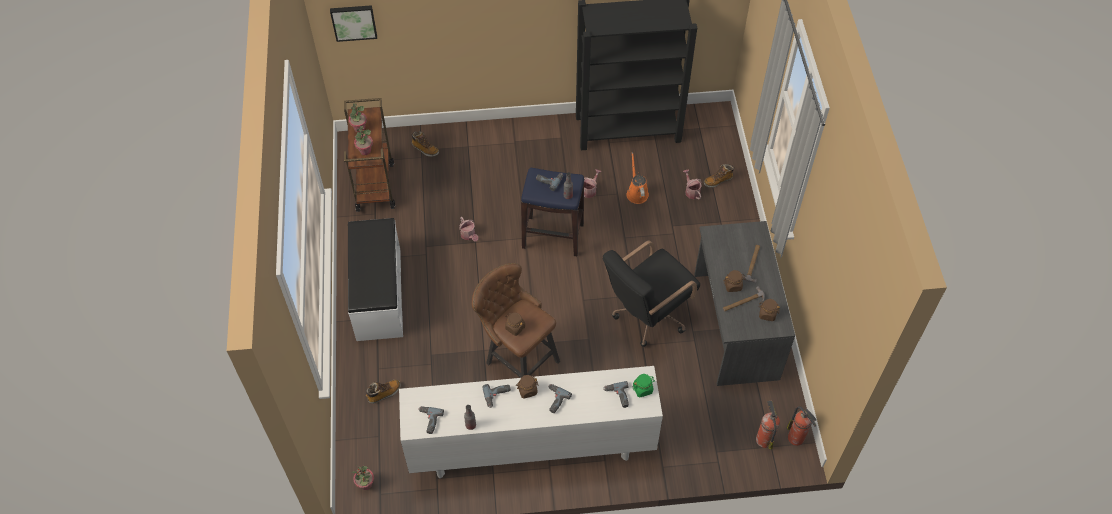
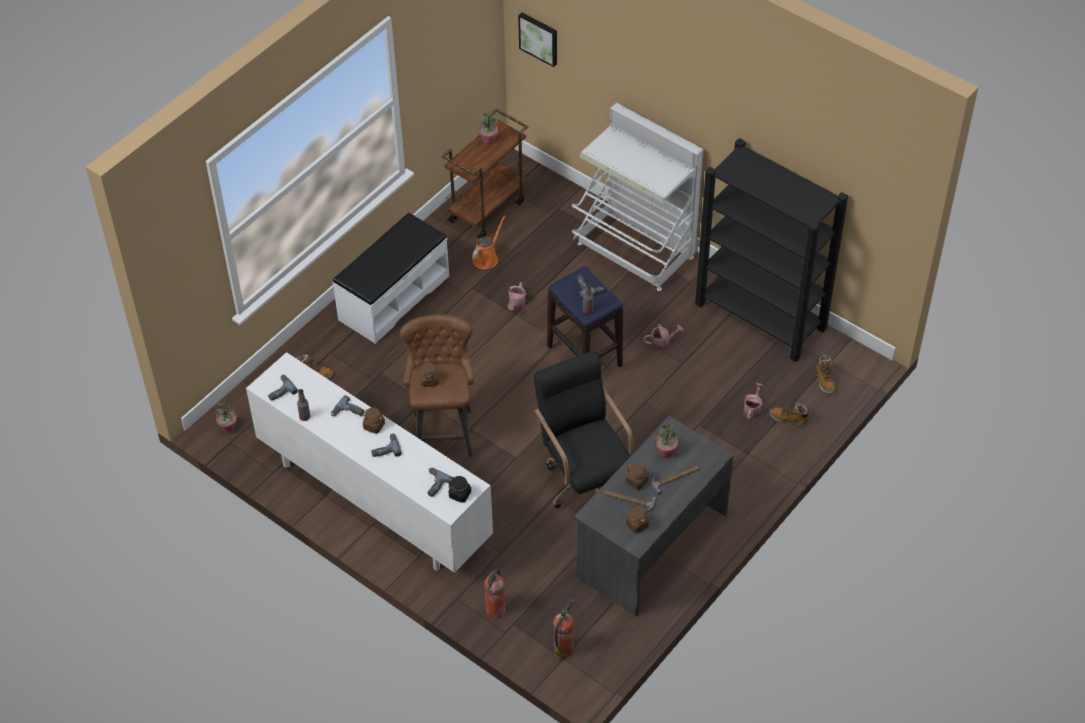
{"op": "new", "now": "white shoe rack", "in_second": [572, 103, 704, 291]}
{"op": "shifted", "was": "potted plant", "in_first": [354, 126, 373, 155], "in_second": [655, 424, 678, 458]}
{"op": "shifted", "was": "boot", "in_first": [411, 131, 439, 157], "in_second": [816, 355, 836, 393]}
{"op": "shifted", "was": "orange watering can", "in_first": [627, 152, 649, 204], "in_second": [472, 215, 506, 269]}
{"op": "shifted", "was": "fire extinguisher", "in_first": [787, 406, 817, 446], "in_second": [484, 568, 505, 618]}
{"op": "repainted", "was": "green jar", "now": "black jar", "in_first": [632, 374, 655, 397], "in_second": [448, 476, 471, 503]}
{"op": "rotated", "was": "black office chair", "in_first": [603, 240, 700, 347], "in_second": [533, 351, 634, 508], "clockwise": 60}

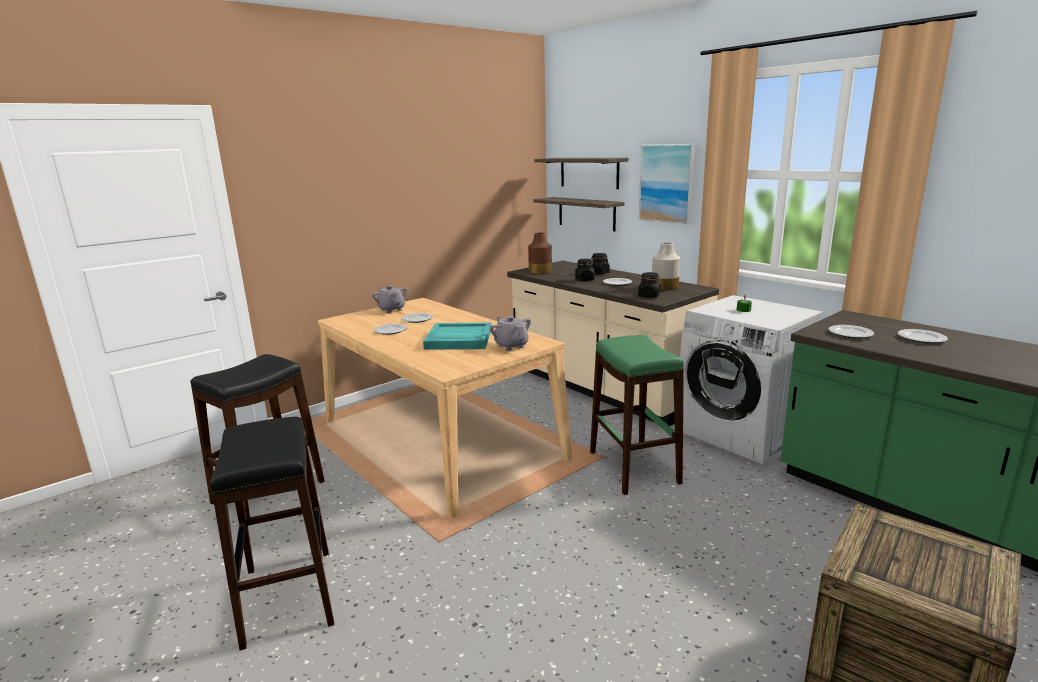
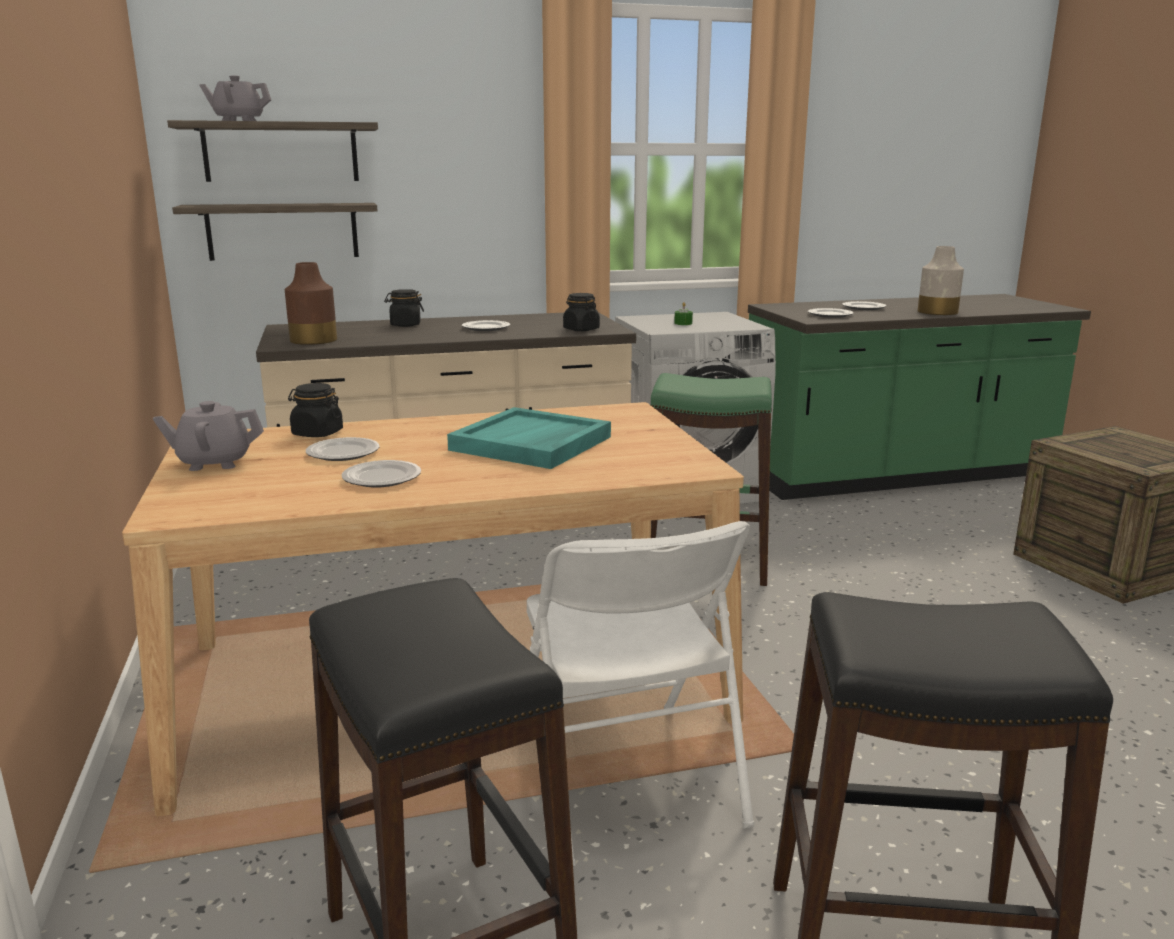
{"op": "gone", "was": "picture", "in_first": [639, 143, 695, 224]}
{"op": "new", "now": "white chair", "in_second": [527, 521, 755, 866]}
{"op": "shifted", "was": "grey teapot", "in_first": [489, 316, 531, 351], "in_second": [199, 75, 271, 121]}
{"op": "shifted", "was": "black jar", "in_first": [575, 259, 595, 281], "in_second": [288, 383, 343, 437]}
{"op": "shifted", "was": "beige vase", "in_first": [652, 242, 680, 290], "in_second": [917, 246, 964, 315]}

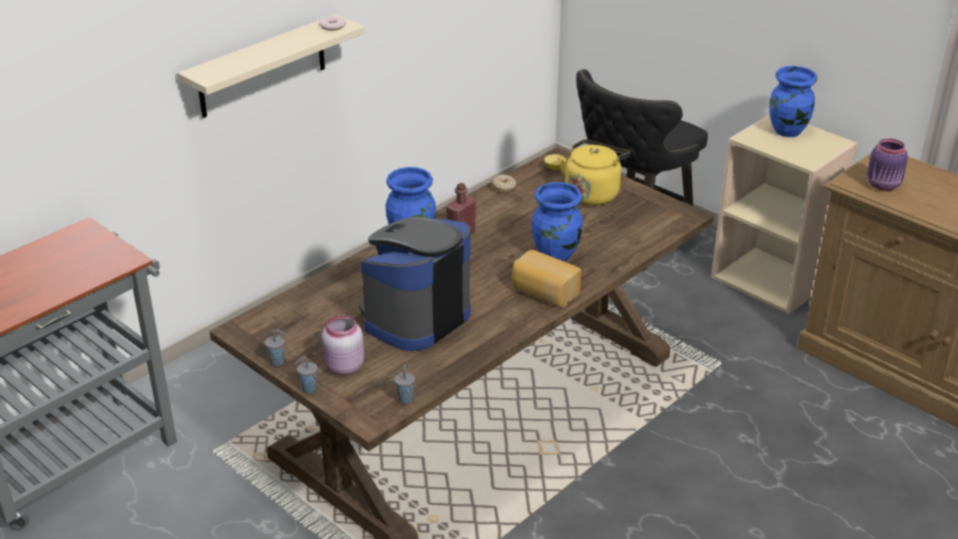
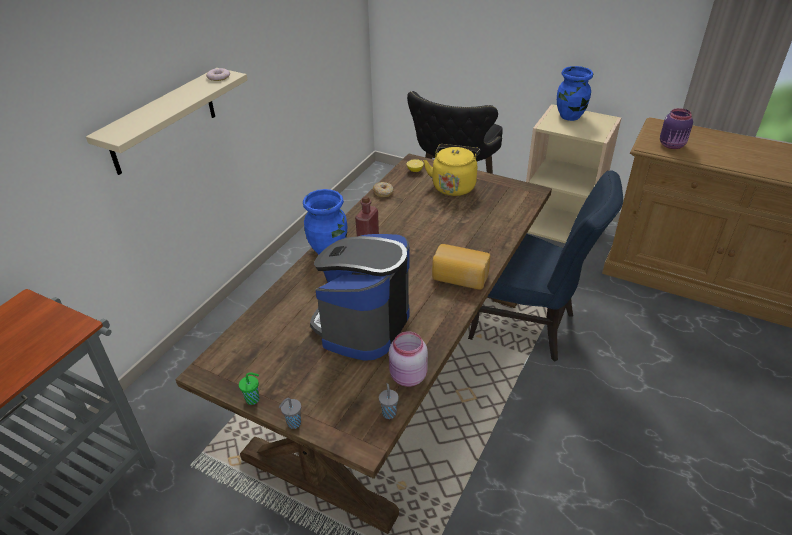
{"op": "gone", "was": "blue vase", "in_first": [532, 182, 583, 262]}
{"op": "new", "now": "blue chair", "in_second": [468, 171, 623, 362]}
{"op": "shifted", "was": "pink jar", "in_first": [322, 315, 364, 375], "in_second": [389, 332, 428, 387]}
{"op": "repainted", "was": "grey cup", "now": "green cup", "in_first": [265, 329, 286, 366], "in_second": [239, 372, 259, 405]}

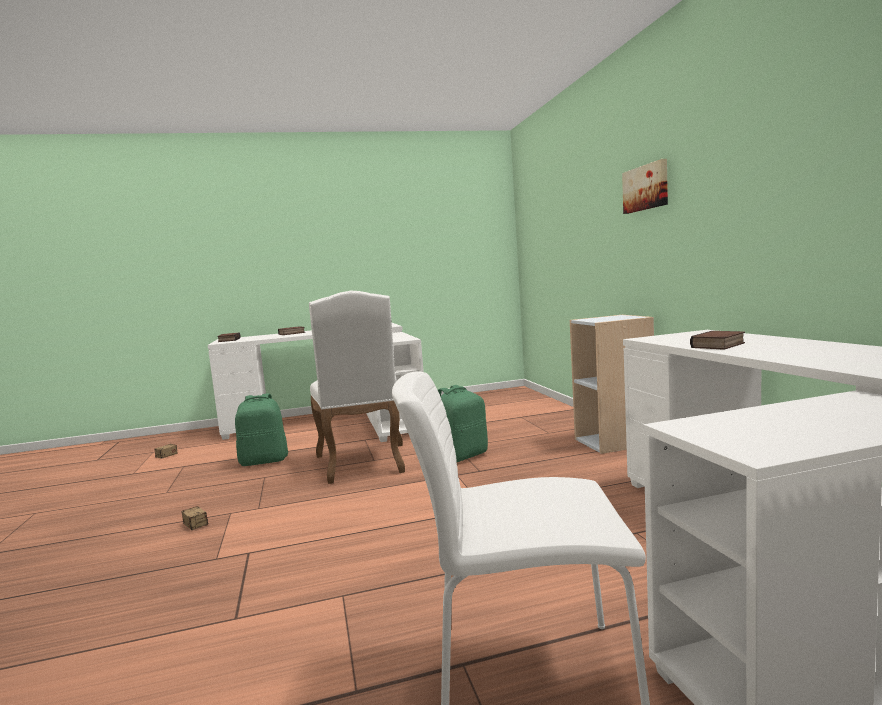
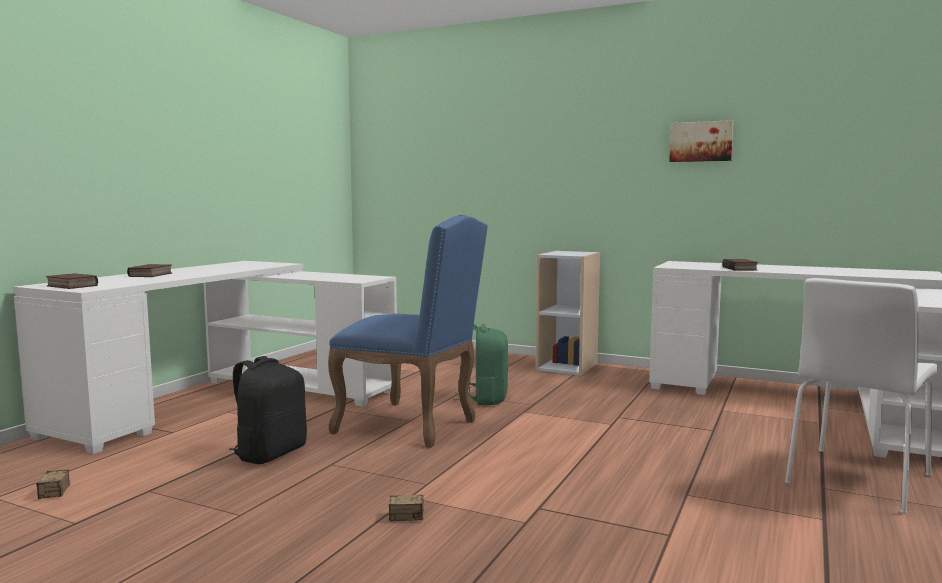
{"op": "shifted", "was": "picture", "in_first": [622, 159, 668, 214], "in_second": [669, 120, 733, 162]}
{"op": "repainted", "was": "green backpack", "now": "black backpack", "in_first": [235, 393, 288, 466], "in_second": [229, 356, 307, 464]}
{"op": "repainted", "was": "white chair", "now": "blue chair", "in_first": [309, 291, 405, 484], "in_second": [328, 215, 488, 448]}

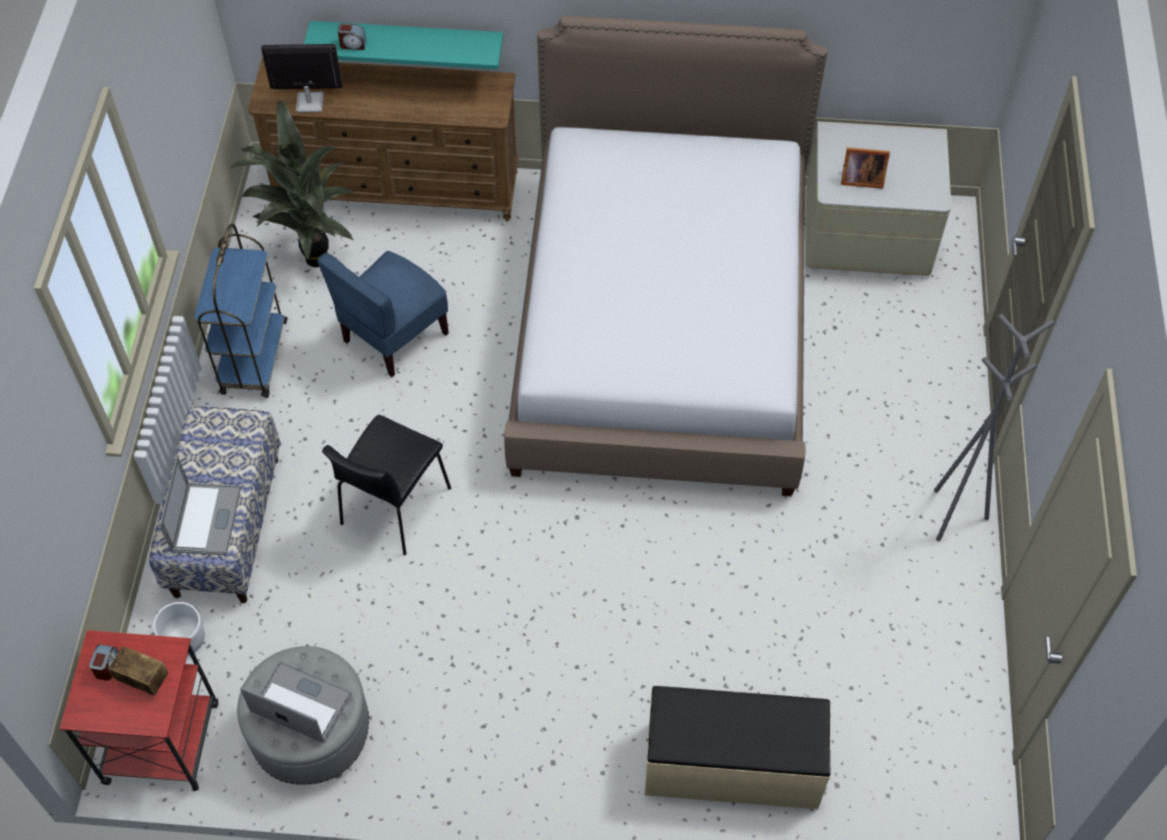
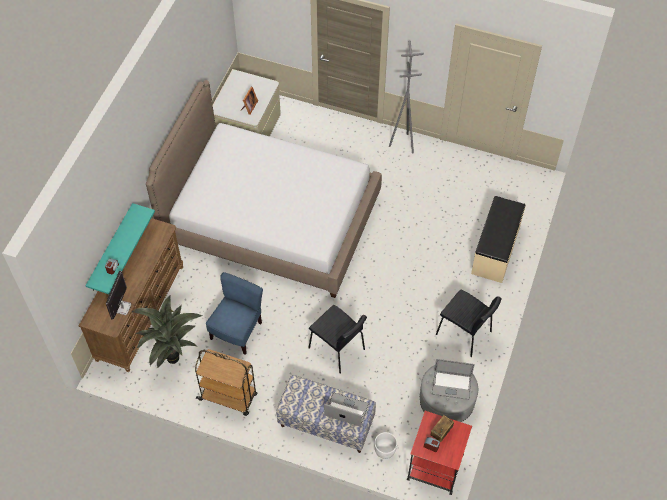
{"op": "new", "now": "black chair", "in_second": [436, 290, 502, 357]}
{"op": "repainted", "was": "blue cart", "now": "brown cart", "in_first": [194, 224, 287, 398], "in_second": [195, 349, 257, 416]}
{"op": "rotated", "was": "laptop", "in_first": [240, 662, 352, 743], "in_second": [432, 359, 475, 400], "clockwise": -120}
{"op": "rotated", "was": "blue chair", "in_first": [317, 251, 449, 377], "in_second": [206, 272, 263, 355], "clockwise": -120}

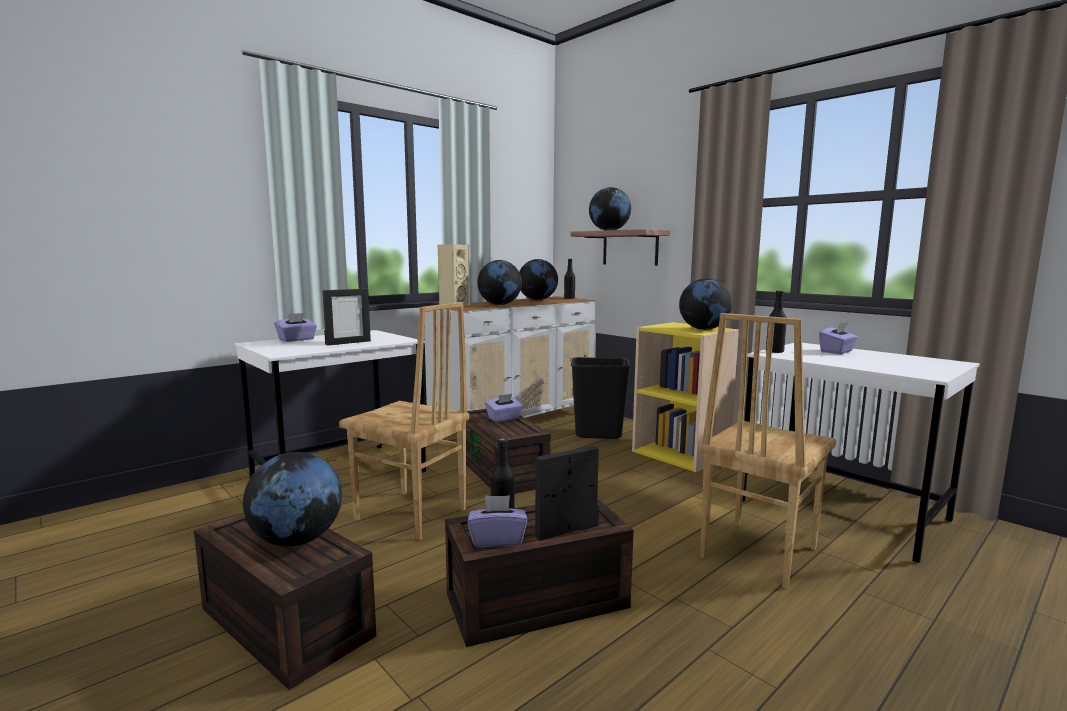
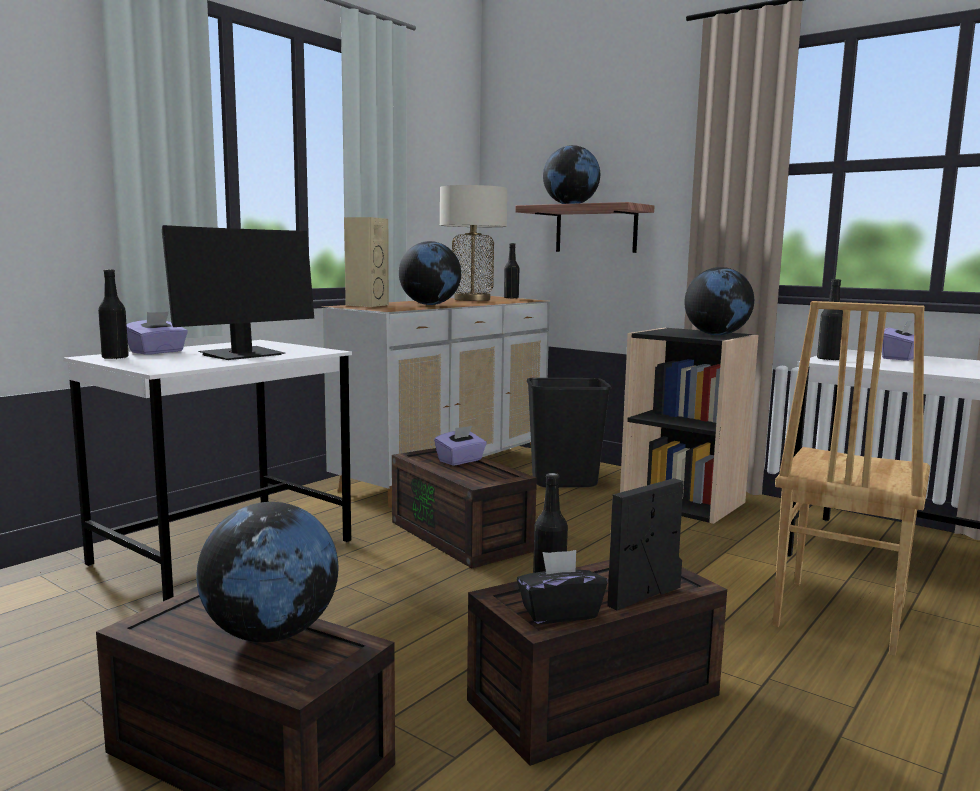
{"op": "gone", "was": "brown chair", "in_first": [339, 302, 469, 540]}
{"op": "new", "now": "black bottle", "in_second": [98, 269, 129, 359]}
{"op": "swapped", "was": "picture frame", "now": "monitor", "in_first": [323, 289, 371, 345], "in_second": [162, 225, 314, 360]}
{"op": "swapped", "was": "globe", "now": "table lamp", "in_first": [519, 259, 558, 300], "in_second": [440, 185, 507, 301]}
{"op": "repainted", "was": "purple tissue box", "now": "black tissue box", "in_first": [468, 495, 527, 547], "in_second": [517, 550, 607, 624]}
{"op": "repainted", "was": "yellow bookcase", "now": "black bookcase", "in_first": [632, 322, 739, 472], "in_second": [620, 328, 758, 524]}

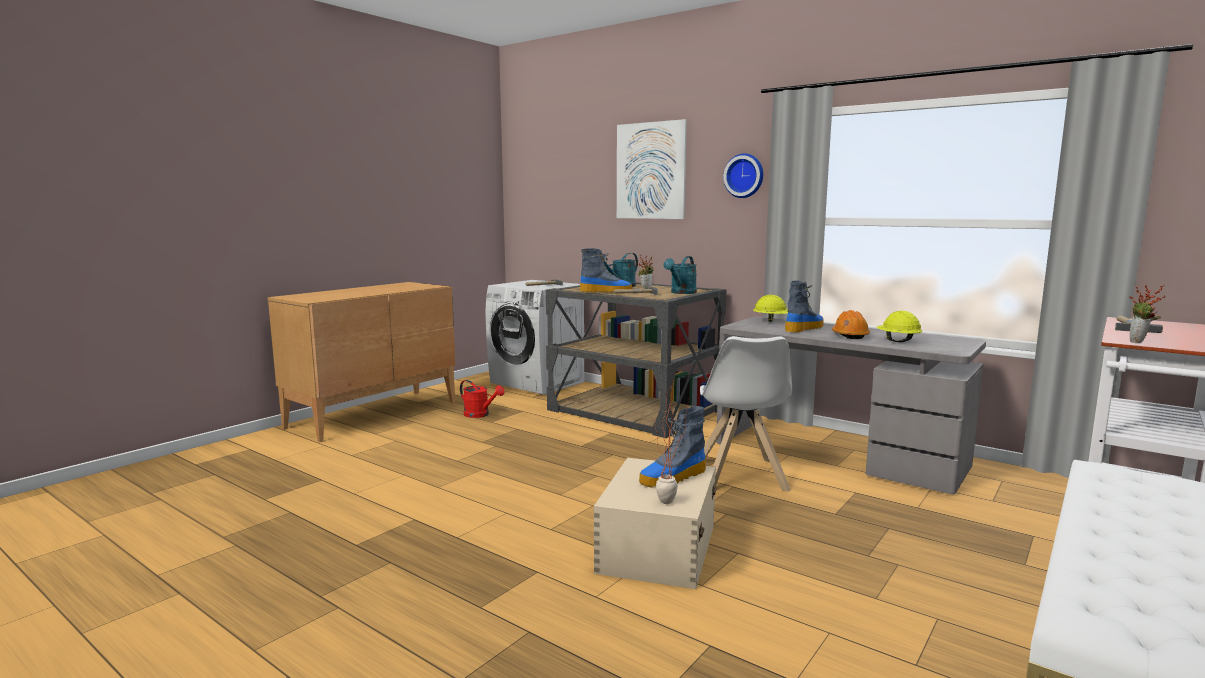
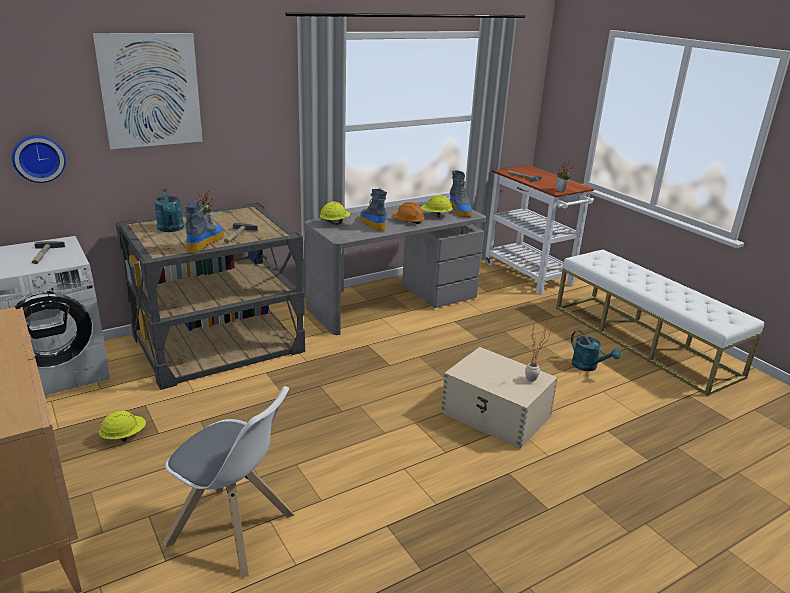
{"op": "shifted", "was": "boot", "in_first": [639, 406, 706, 488], "in_second": [450, 170, 472, 217]}
{"op": "shifted", "was": "turquoise watering can", "in_first": [663, 256, 697, 294], "in_second": [571, 330, 621, 371]}
{"op": "shifted", "was": "chair", "in_first": [700, 336, 792, 492], "in_second": [163, 386, 294, 578]}
{"op": "shifted", "was": "wall clock", "in_first": [723, 153, 763, 198], "in_second": [12, 135, 66, 183]}
{"op": "swapped", "was": "red watering can", "now": "yellow hard hat", "in_first": [460, 380, 504, 418], "in_second": [99, 411, 146, 442]}

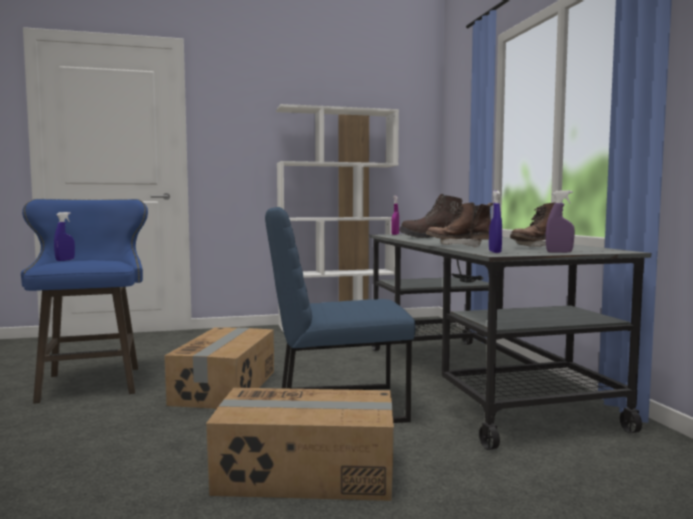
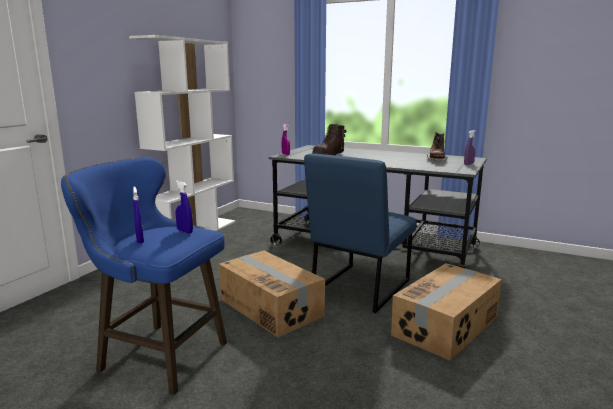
{"op": "gone", "was": "brown boot", "in_first": [426, 202, 493, 247]}
{"op": "shifted", "was": "blue spray bottle", "in_first": [489, 191, 502, 253], "in_second": [175, 181, 193, 234]}

